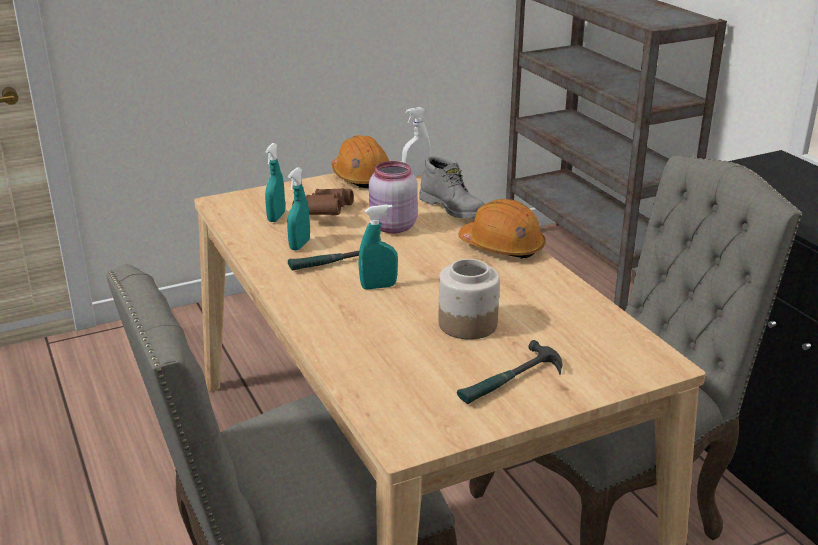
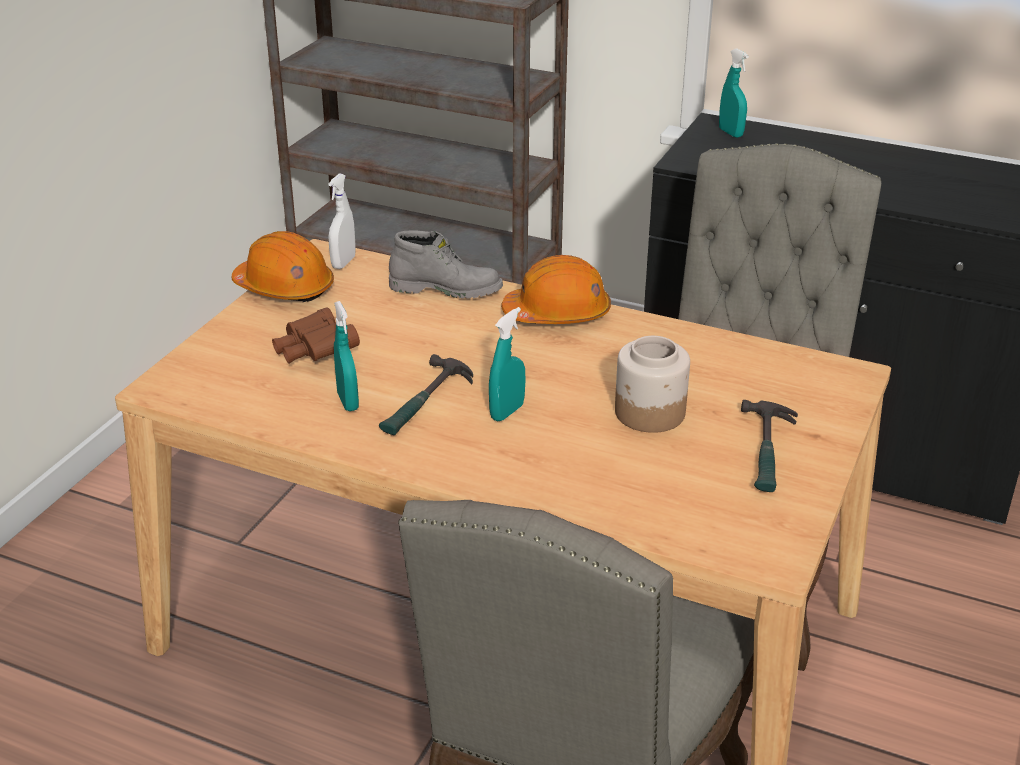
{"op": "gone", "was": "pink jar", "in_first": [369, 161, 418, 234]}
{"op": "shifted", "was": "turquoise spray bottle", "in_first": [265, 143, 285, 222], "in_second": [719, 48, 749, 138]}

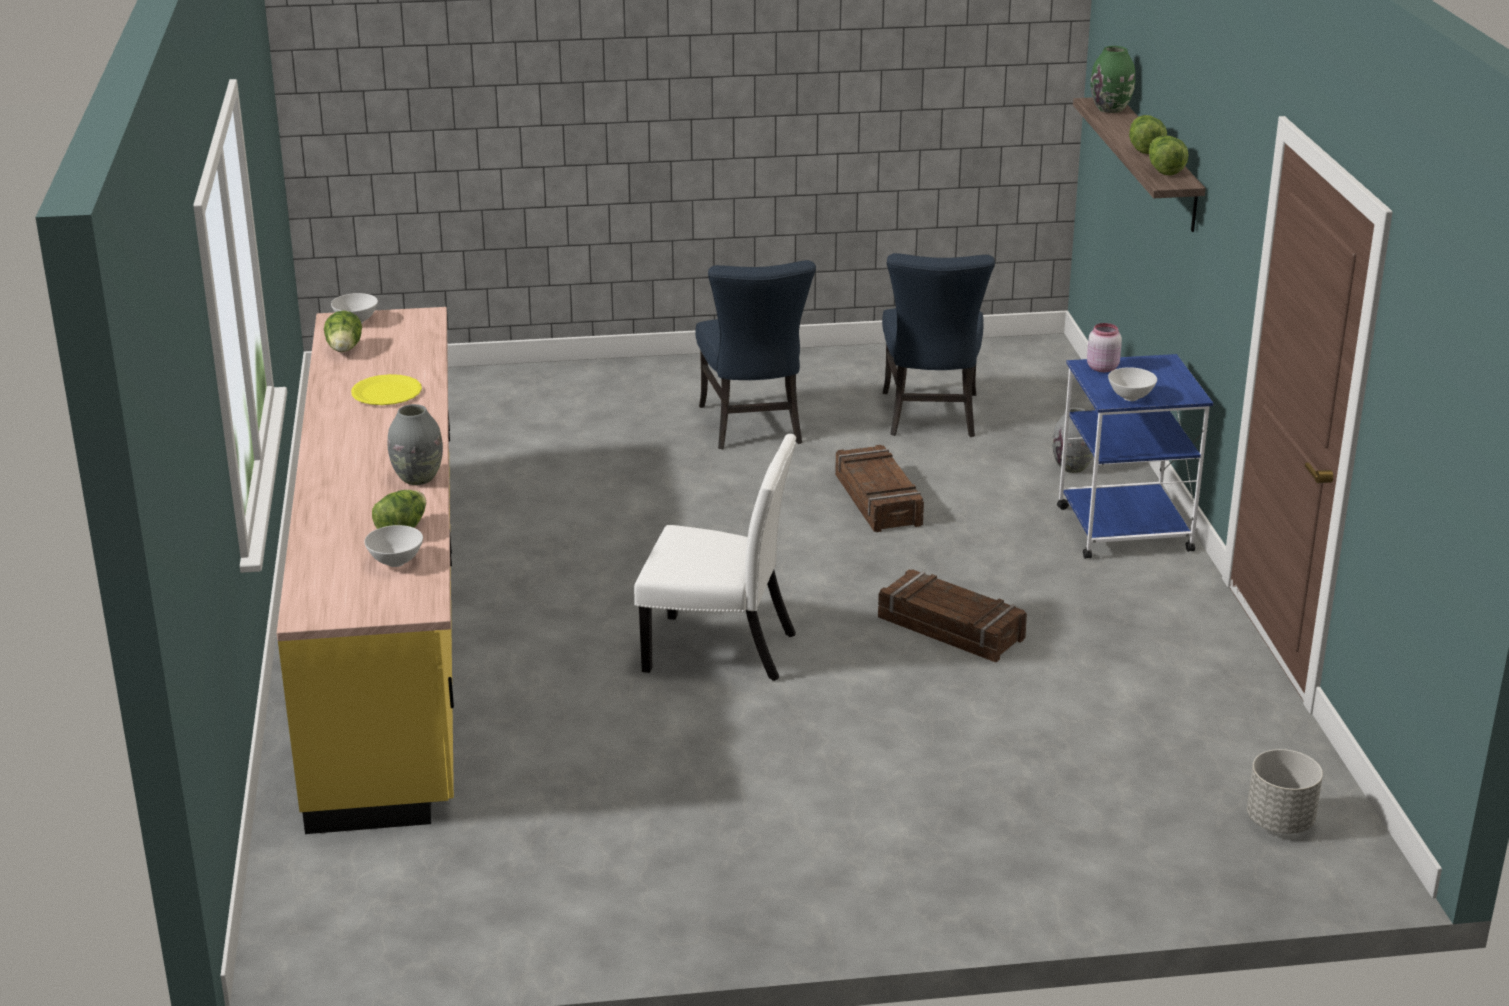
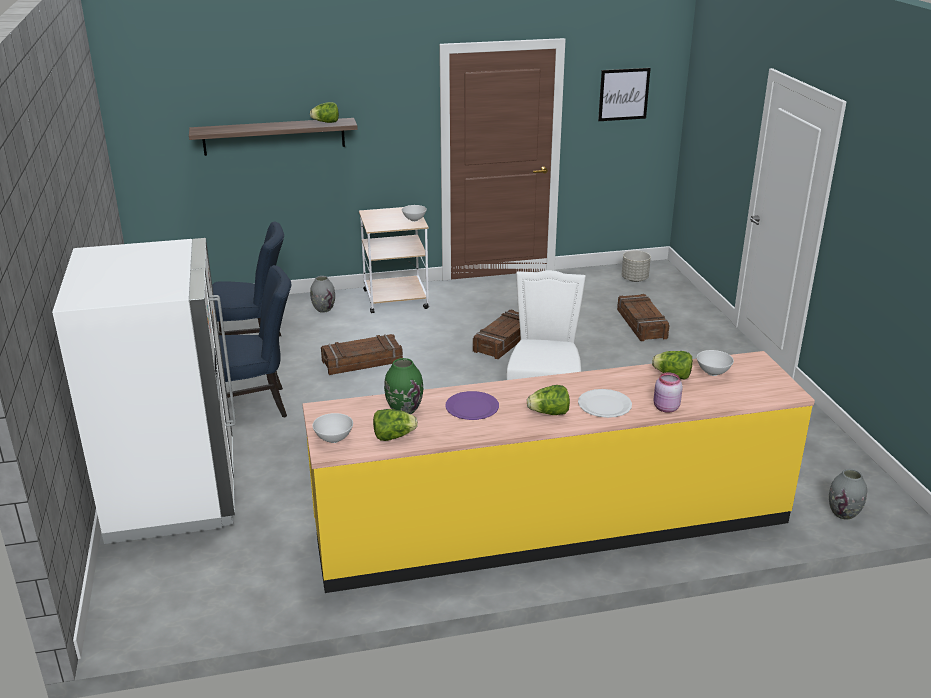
{"op": "new", "now": "white fridge", "in_second": [52, 238, 236, 544]}
{"op": "new", "now": "white plate", "in_second": [578, 389, 632, 418]}
{"op": "new", "now": "picture", "in_second": [598, 68, 651, 121]}
{"op": "new", "now": "crate", "in_second": [617, 294, 670, 341]}
{"op": "shifted", "was": "grey vase", "in_first": [388, 404, 443, 485], "in_second": [829, 469, 867, 520]}
{"op": "shifted", "was": "pink jar", "in_first": [1087, 323, 1122, 372], "in_second": [654, 372, 683, 413]}
{"op": "shifted", "was": "green vase", "in_first": [1091, 46, 1135, 113], "in_second": [384, 358, 423, 414]}
{"op": "shifted", "was": "lettuce", "in_first": [1129, 115, 1167, 154], "in_second": [527, 385, 570, 415]}
{"op": "repainted", "was": "yellow plate", "now": "purple plate", "in_first": [351, 374, 422, 405], "in_second": [445, 391, 499, 420]}
{"op": "repainted", "was": "blue cart", "now": "beige cart", "in_first": [1057, 354, 1213, 559], "in_second": [359, 207, 429, 313]}

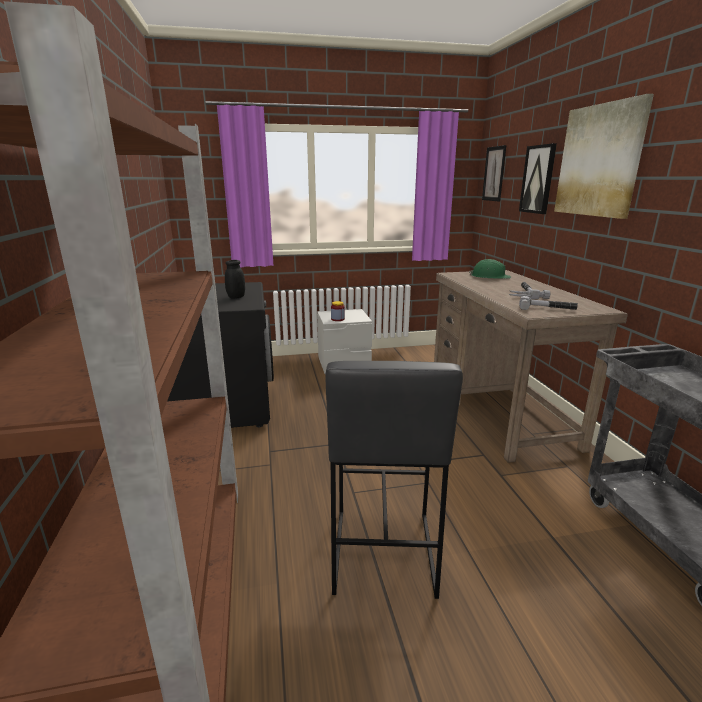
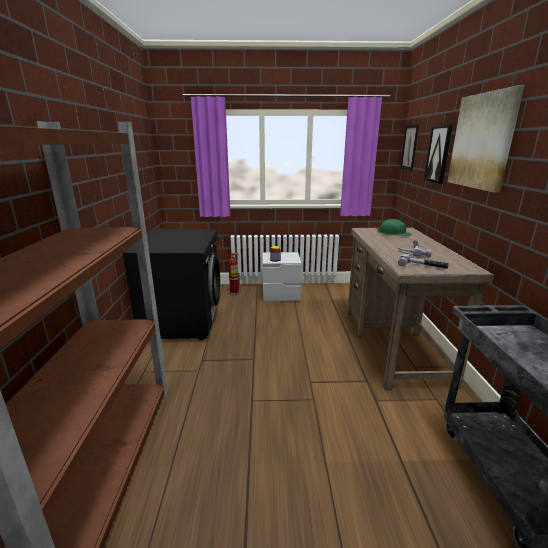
{"op": "gone", "was": "black jar", "in_first": [225, 260, 245, 299]}
{"op": "gone", "was": "grey stool", "in_first": [326, 361, 463, 599]}
{"op": "new", "now": "fire extinguisher", "in_second": [228, 253, 240, 295]}

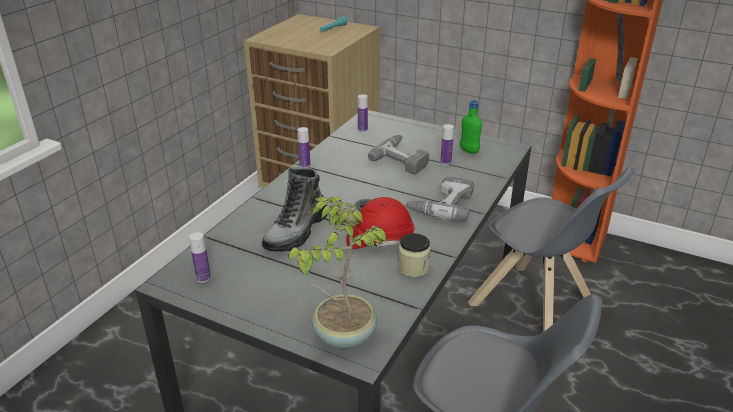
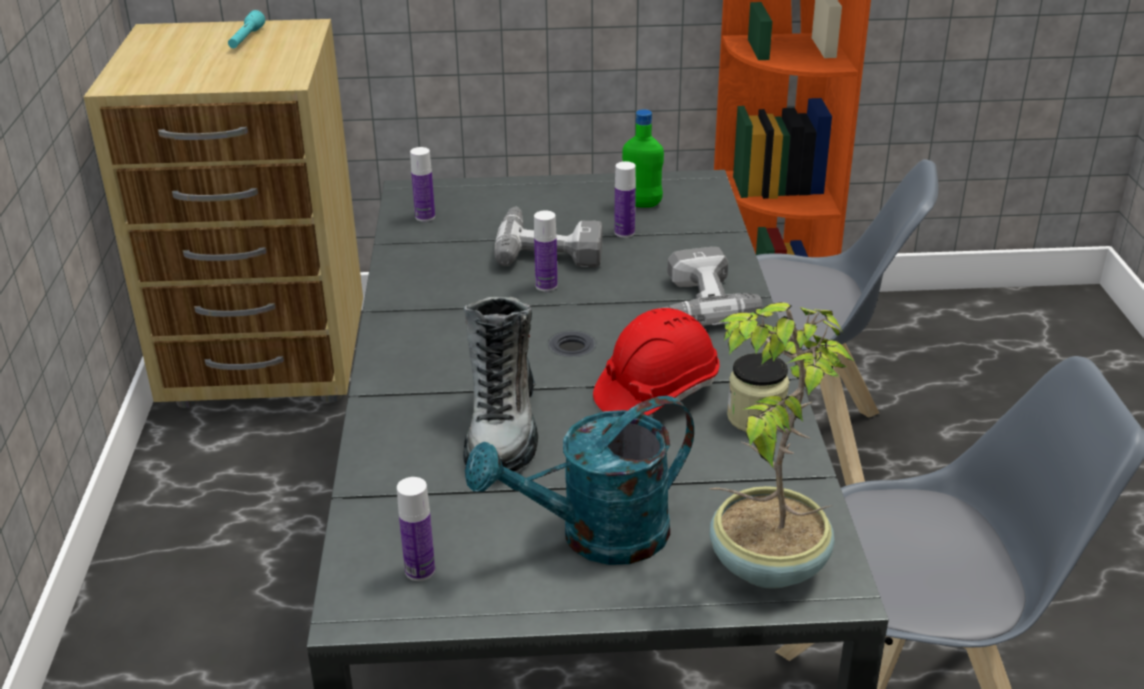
{"op": "new", "now": "turquoise watering can", "in_second": [465, 396, 694, 565]}
{"op": "shifted", "was": "bottle", "in_first": [298, 127, 310, 167], "in_second": [534, 210, 557, 292]}

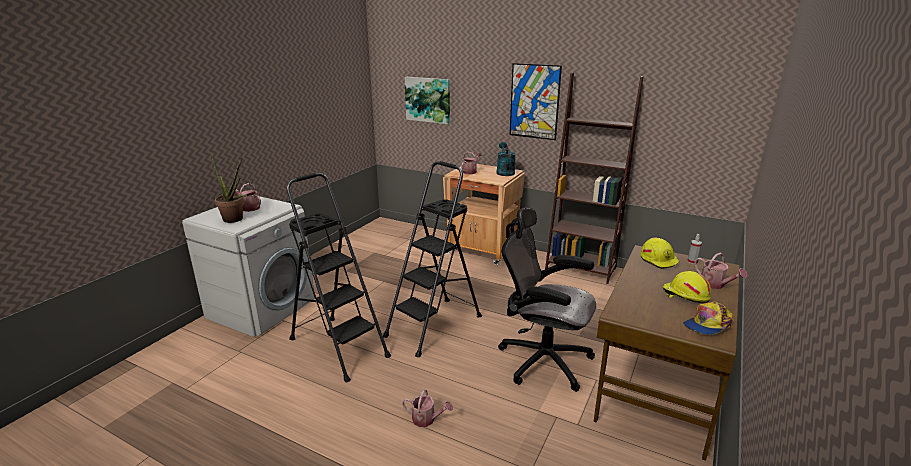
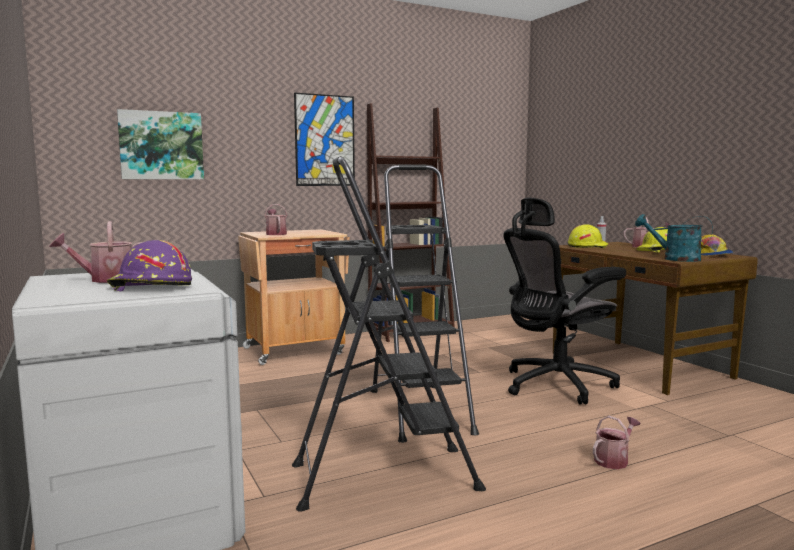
{"op": "shifted", "was": "turquoise watering can", "in_first": [497, 142, 516, 176], "in_second": [635, 214, 713, 262]}
{"op": "swapped", "was": "potted plant", "now": "purple hard hat", "in_first": [212, 156, 247, 223], "in_second": [107, 240, 192, 292]}

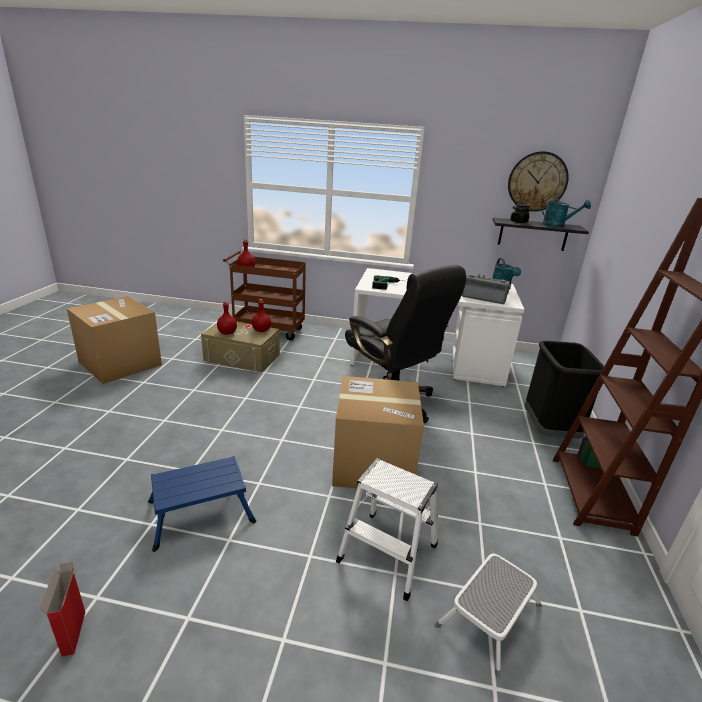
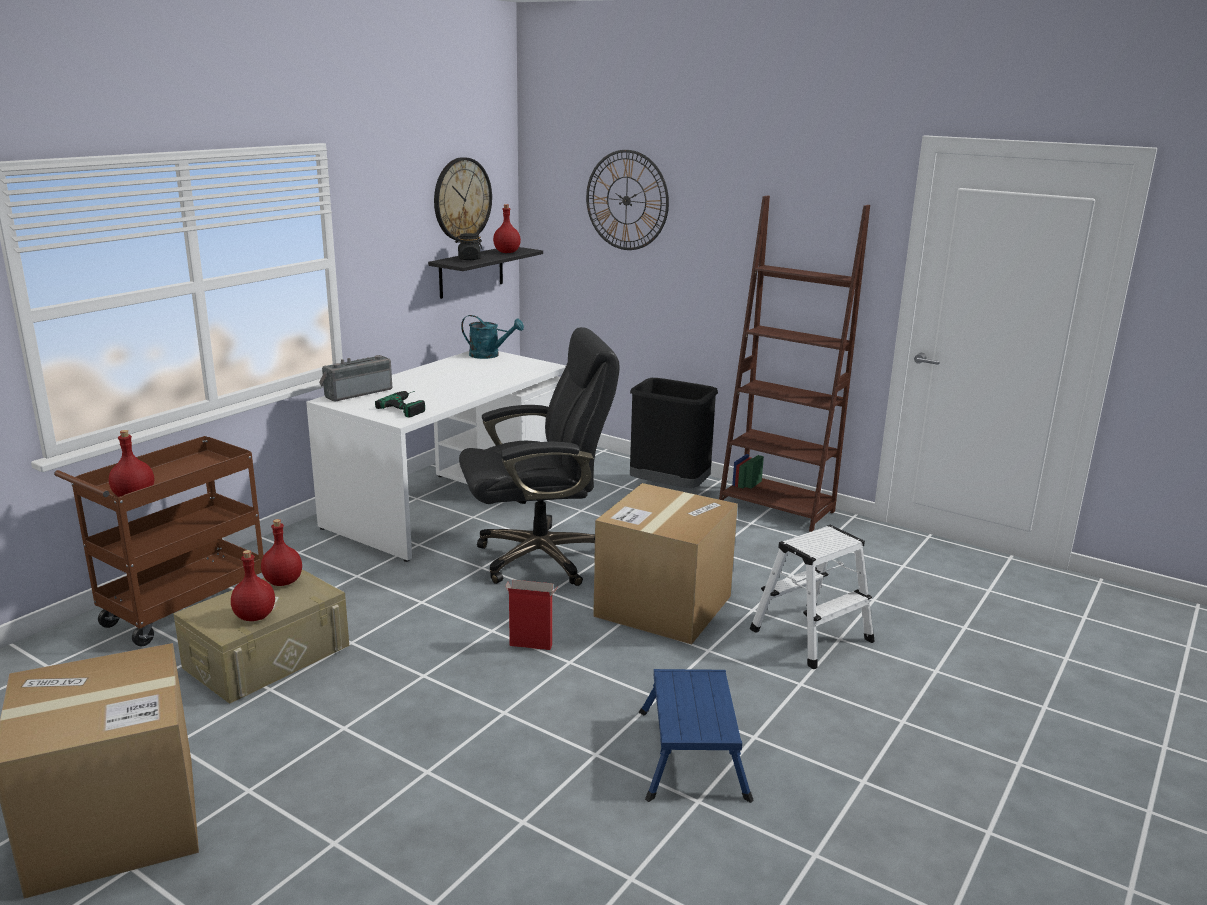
{"op": "gone", "was": "grey step ladder", "in_first": [435, 553, 542, 678]}
{"op": "new", "now": "wall clock", "in_second": [586, 150, 669, 250]}
{"op": "shifted", "was": "cardboard box", "in_first": [40, 562, 85, 656], "in_second": [505, 580, 558, 650]}
{"op": "shifted", "was": "radio", "in_first": [462, 274, 510, 304], "in_second": [319, 355, 392, 402]}
{"op": "swapped", "was": "turquoise watering can", "now": "red bottle", "in_first": [541, 195, 591, 227], "in_second": [493, 204, 521, 253]}

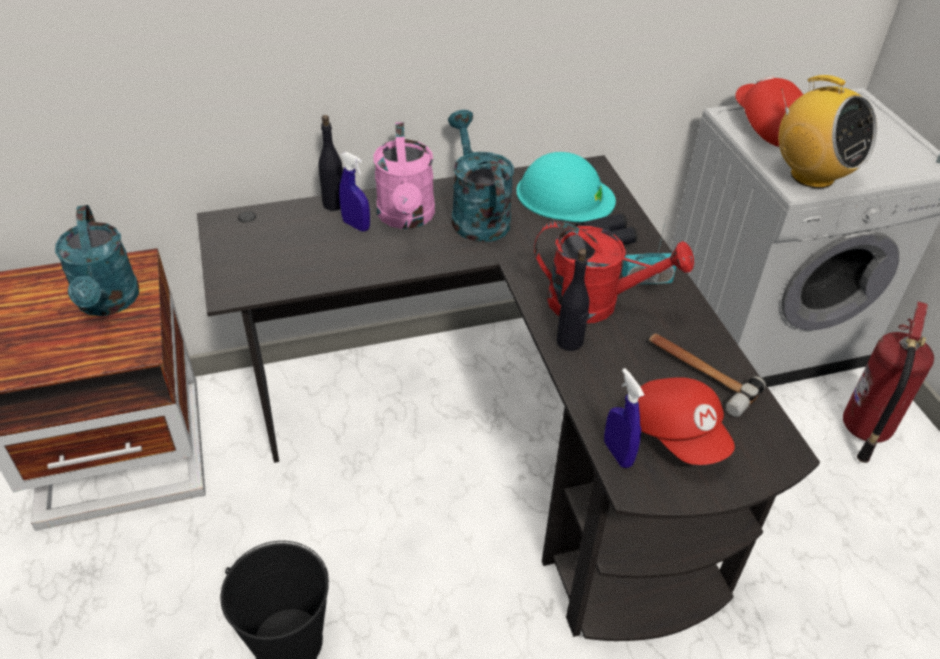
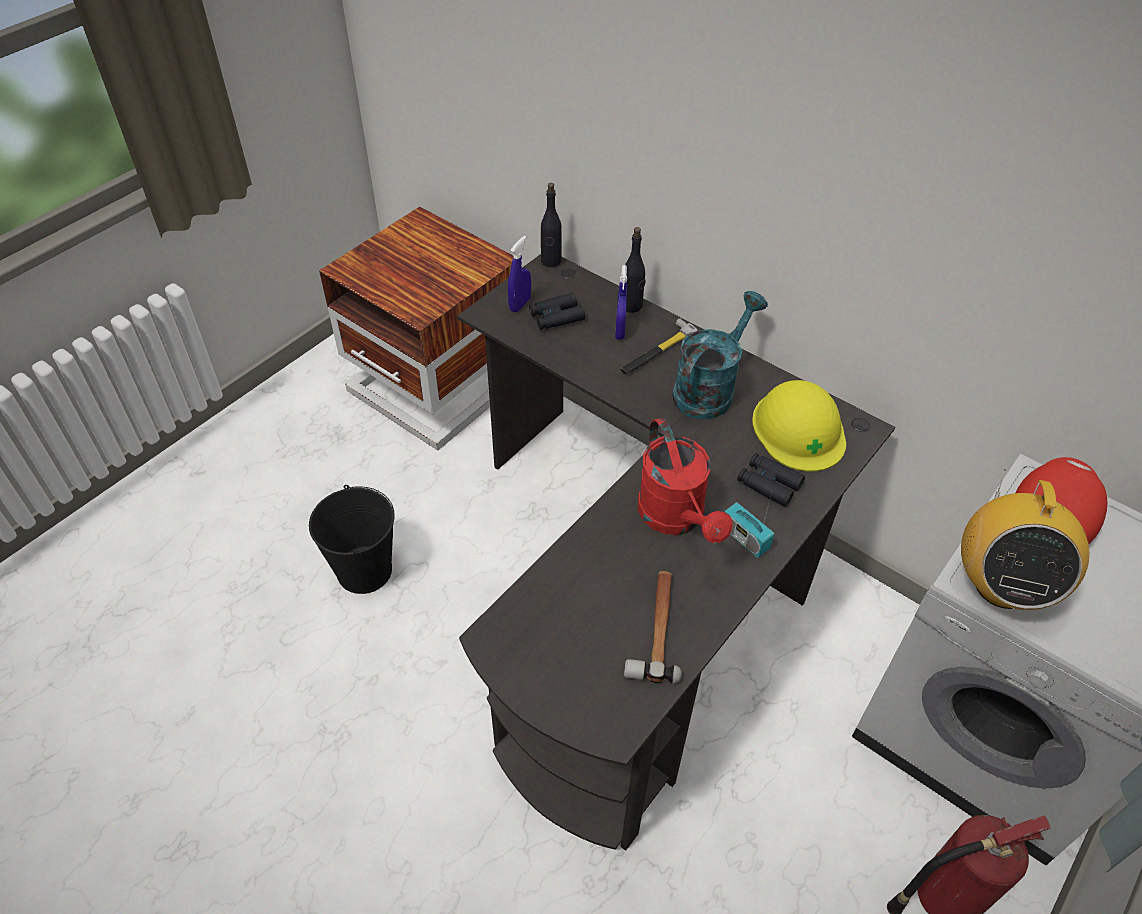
{"op": "gone", "was": "turquoise watering can", "in_first": [55, 205, 139, 316]}
{"op": "gone", "was": "red cap", "in_first": [638, 377, 735, 465]}
{"op": "new", "now": "black binoculars", "in_second": [529, 293, 585, 330]}
{"op": "shifted", "was": "black bottle", "in_first": [556, 249, 589, 351], "in_second": [541, 183, 562, 267]}
{"op": "shifted", "was": "blue spray bottle", "in_first": [604, 368, 644, 468], "in_second": [508, 236, 531, 312]}
{"op": "swapped", "was": "pink watering can", "now": "hammer", "in_first": [373, 122, 435, 229], "in_second": [621, 319, 698, 374]}
{"op": "repainted", "was": "turquoise hard hat", "now": "yellow hard hat", "in_first": [516, 152, 616, 223], "in_second": [752, 380, 846, 472]}

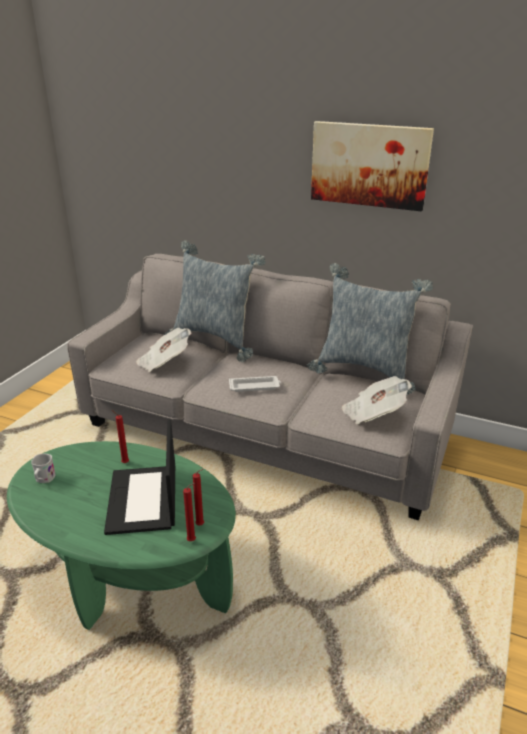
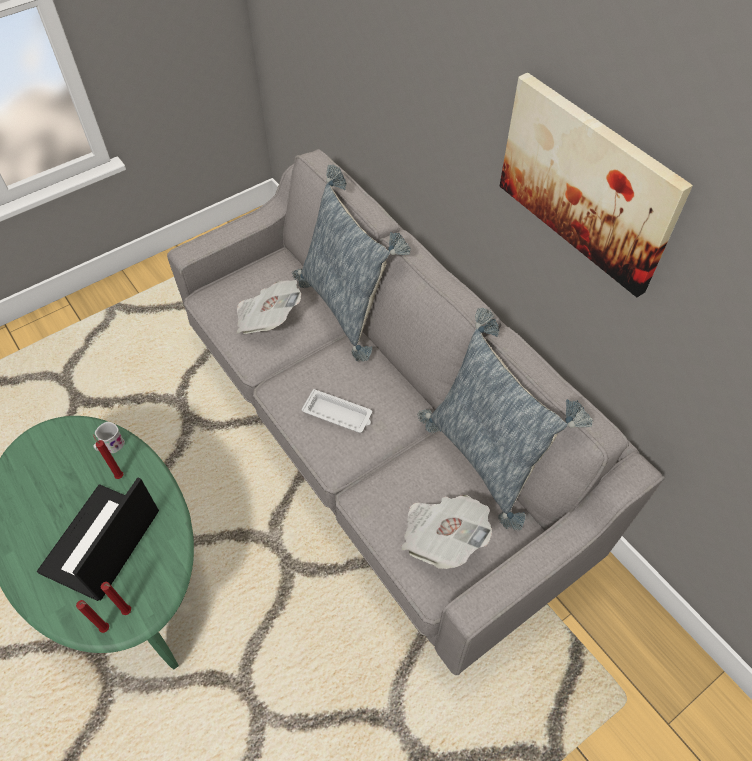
{"op": "shifted", "was": "white mug", "in_first": [31, 454, 55, 483], "in_second": [93, 422, 125, 453]}

